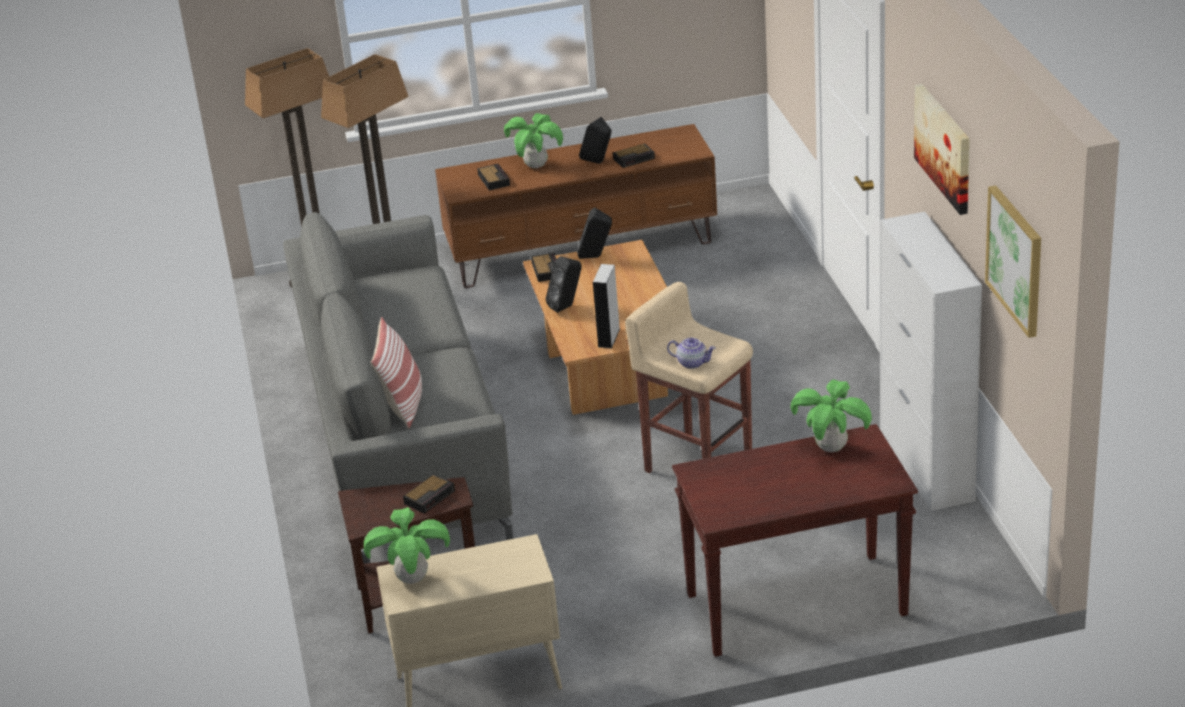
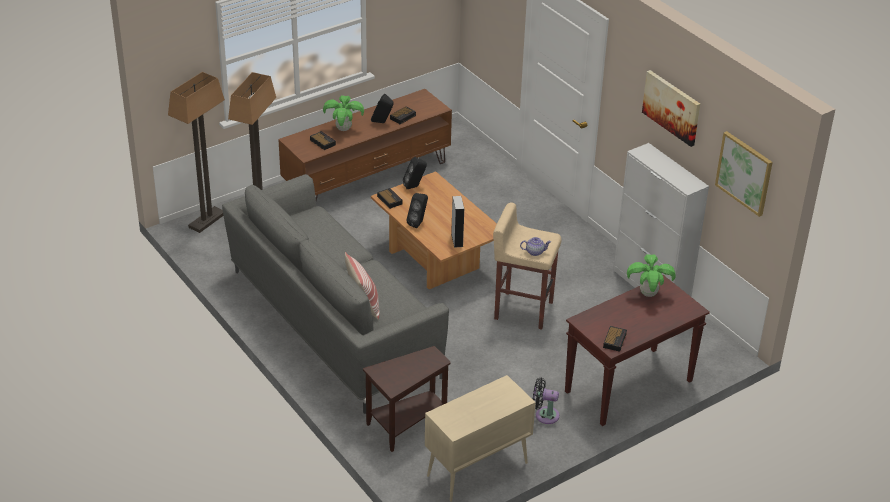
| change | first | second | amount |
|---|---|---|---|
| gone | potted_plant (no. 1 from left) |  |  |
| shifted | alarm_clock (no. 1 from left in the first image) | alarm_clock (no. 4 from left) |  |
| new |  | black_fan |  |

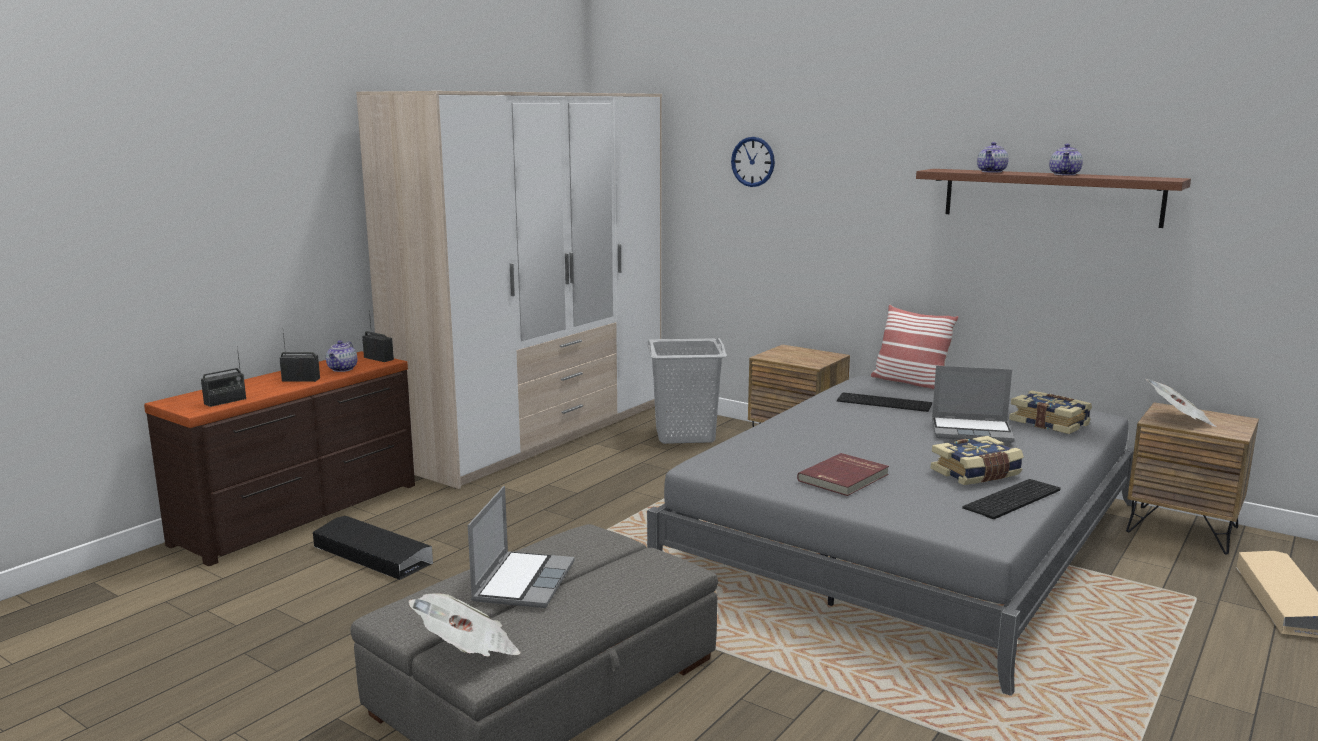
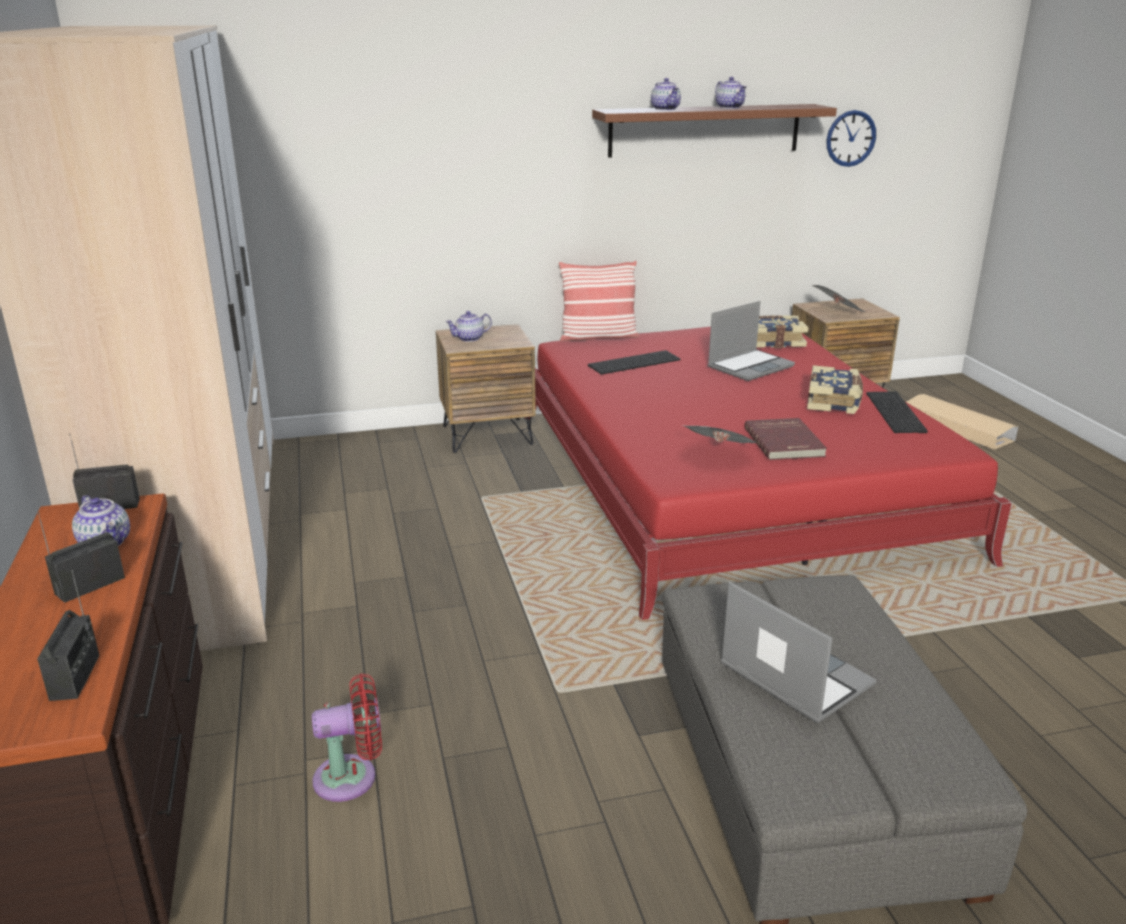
| change | first | second | amount |
|---|---|---|---|
| swapped | black_storage_box | red_fan |  |
| shifted | newspaper (no. 1 from left) |  |  |
| gone | grey_laundry_basket |  |  |
| repainted | grey_bed | red_bed |  |
| shifted | wall_clock |  |  |
| new |  | teapot (no. 2 from left) |  |

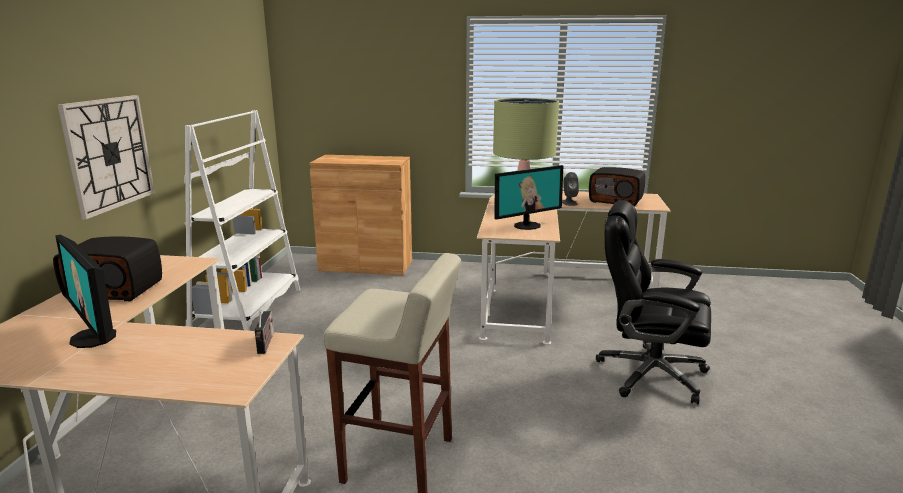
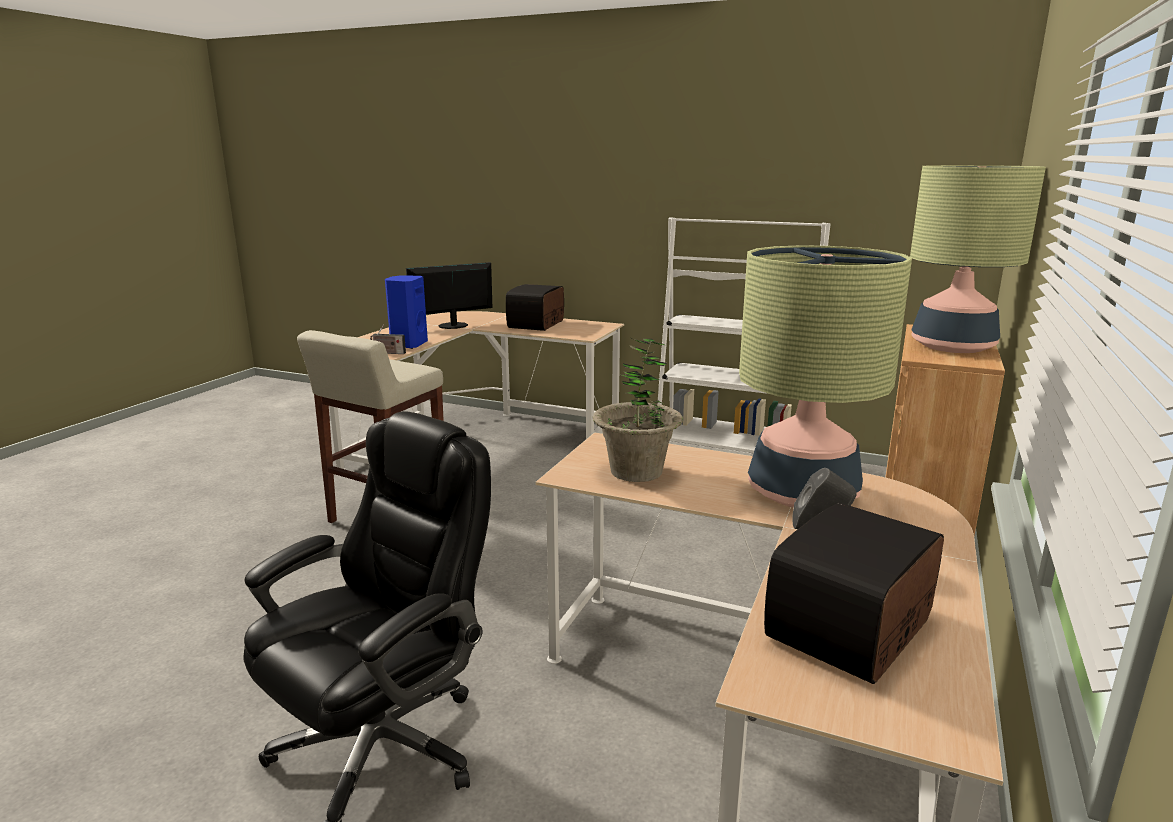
| change | first | second | amount |
|---|---|---|---|
| gone | wall_clock |  |  |
| swapped | monitor (no. 2 from left) | potted_plant |  |
| new |  | blue_speaker |  |
| new |  | table_lamp (no. 2 from left) |  |

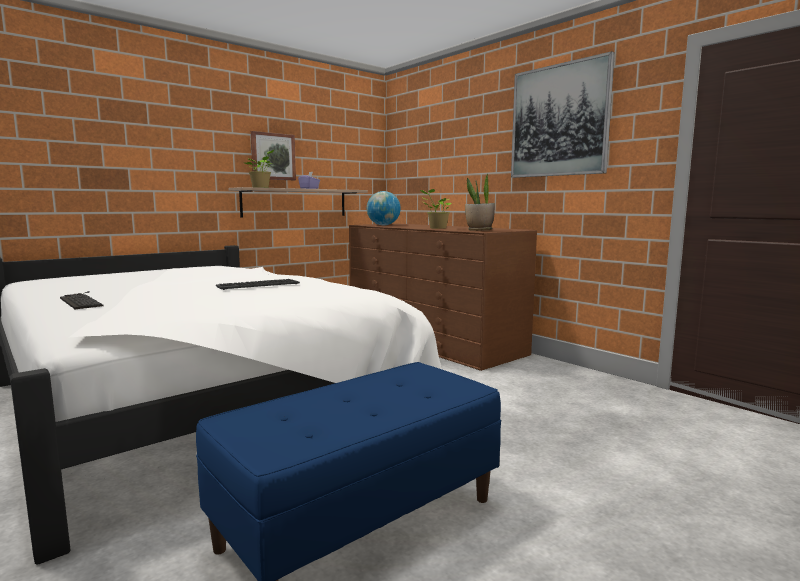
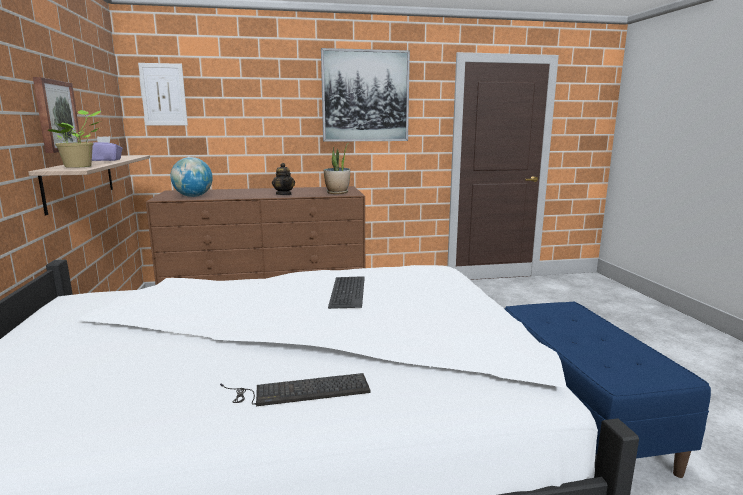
| change | first | second | amount |
|---|---|---|---|
| swapped | potted_plant (no. 2 from left) | teapot |  |
| new |  | picture (no. 2 from left) |  |

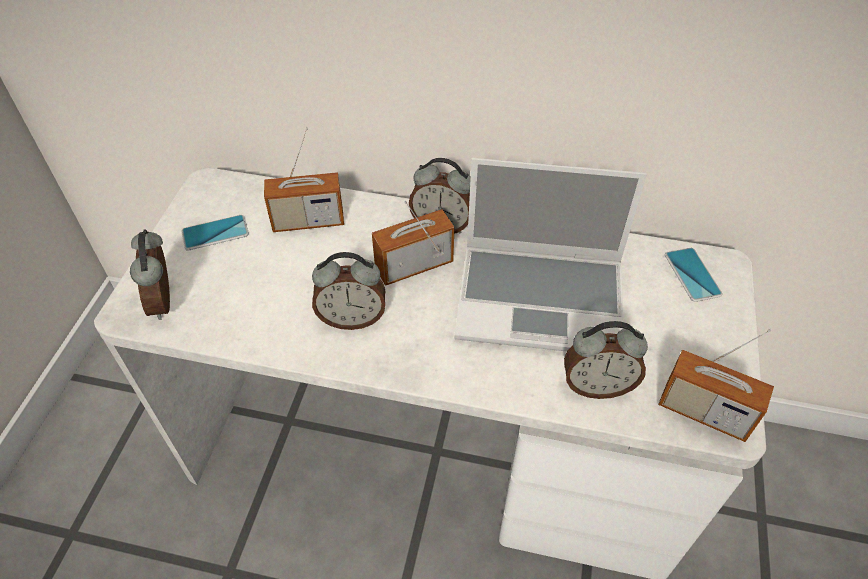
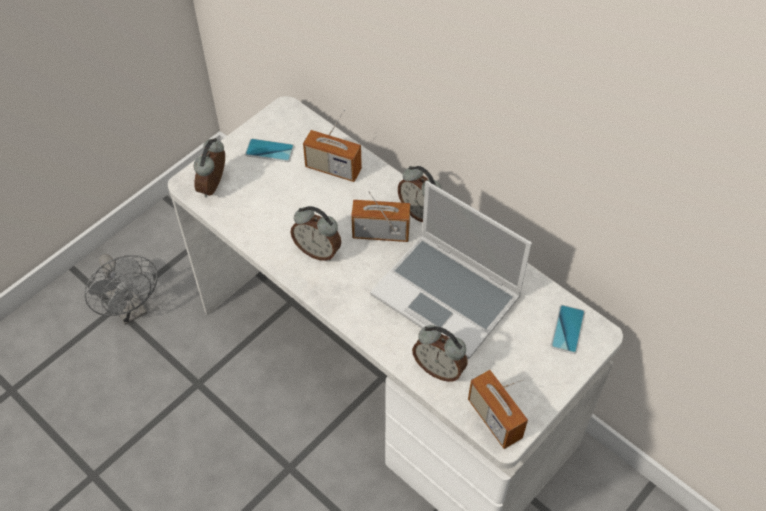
| change | first | second | amount |
|---|---|---|---|
| new |  | grey_fan |  |

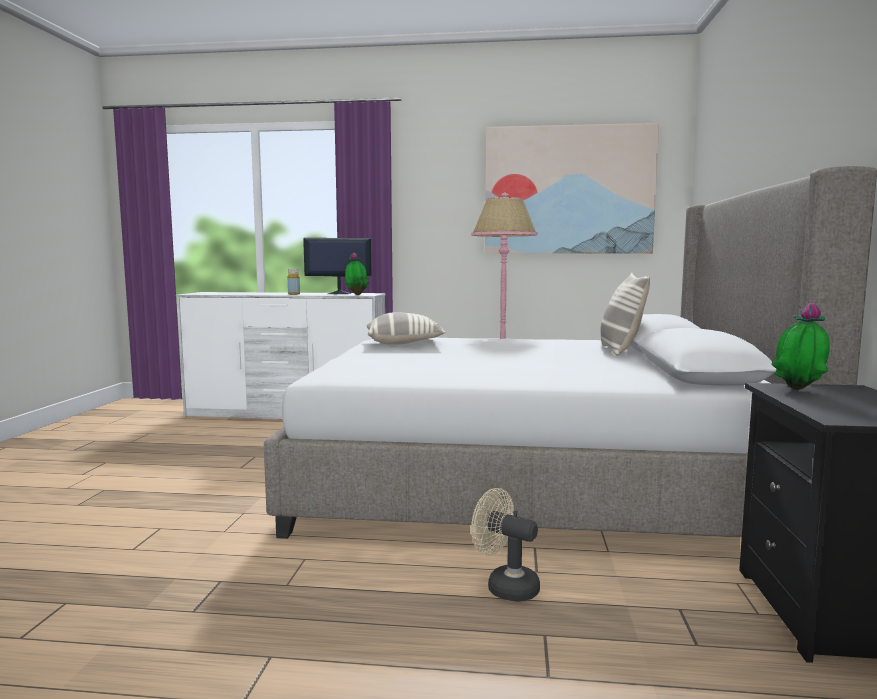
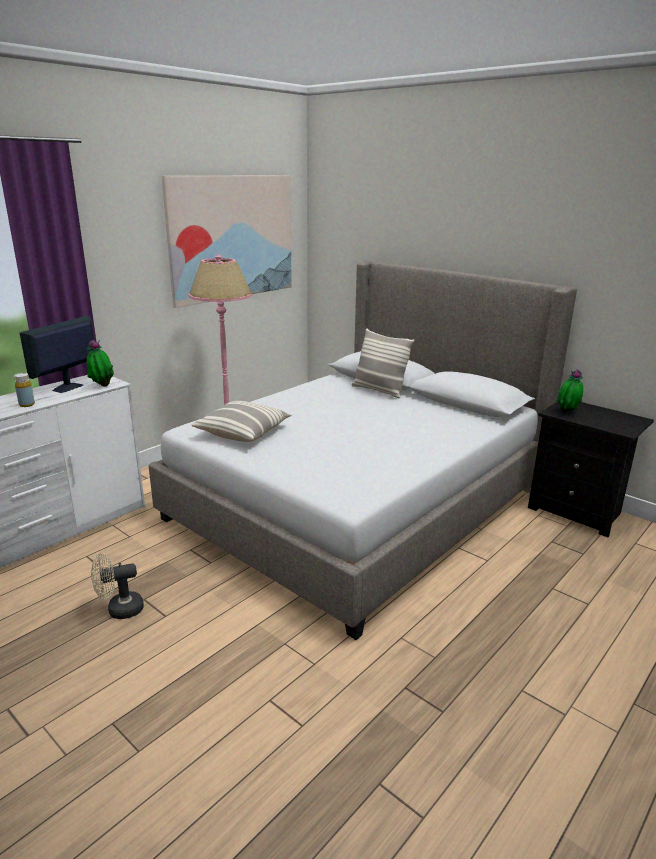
| change | first | second | amount |
|---|---|---|---|
| shifted | beige_fan |  |  |

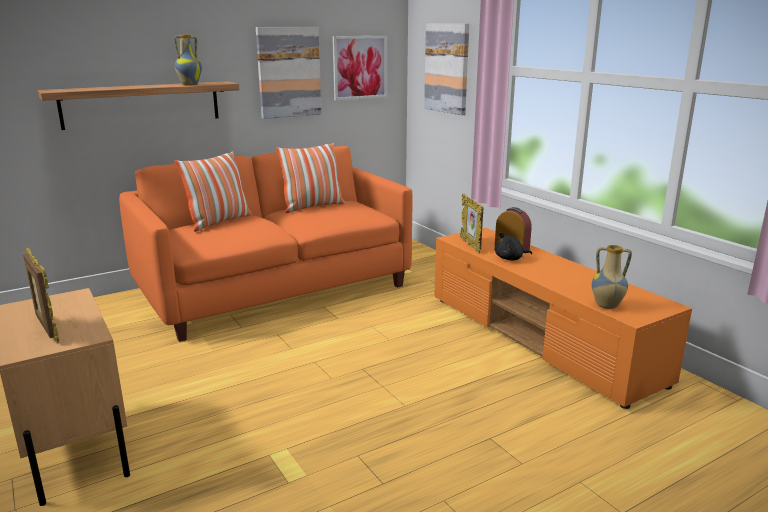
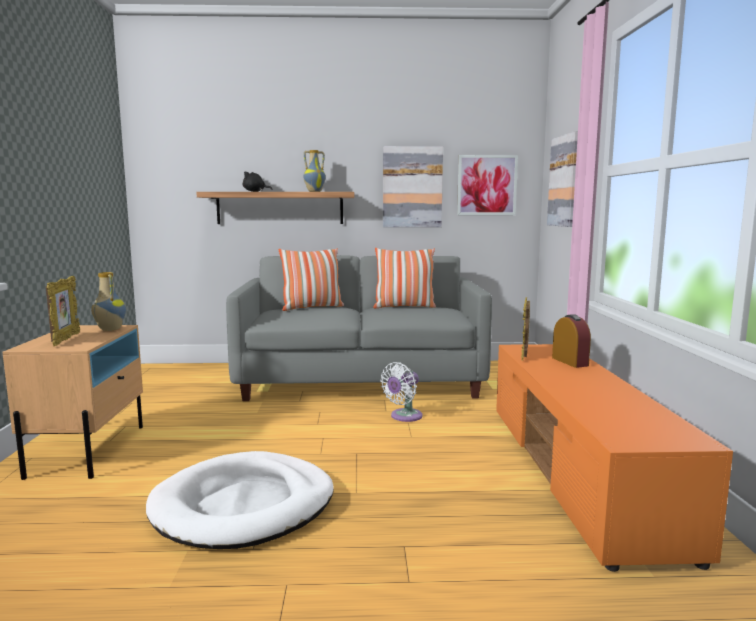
| change | first | second | amount |
|---|---|---|---|
| repainted | orange_sofa | grey_sofa |  |
| shifted | black_plush_toy |  |  |
| shifted | vase (no. 2 from left in the first image) | vase (no. 1 from left) |  |
| new |  | white_dog_bed |  |
| new |  | white_fan |  |

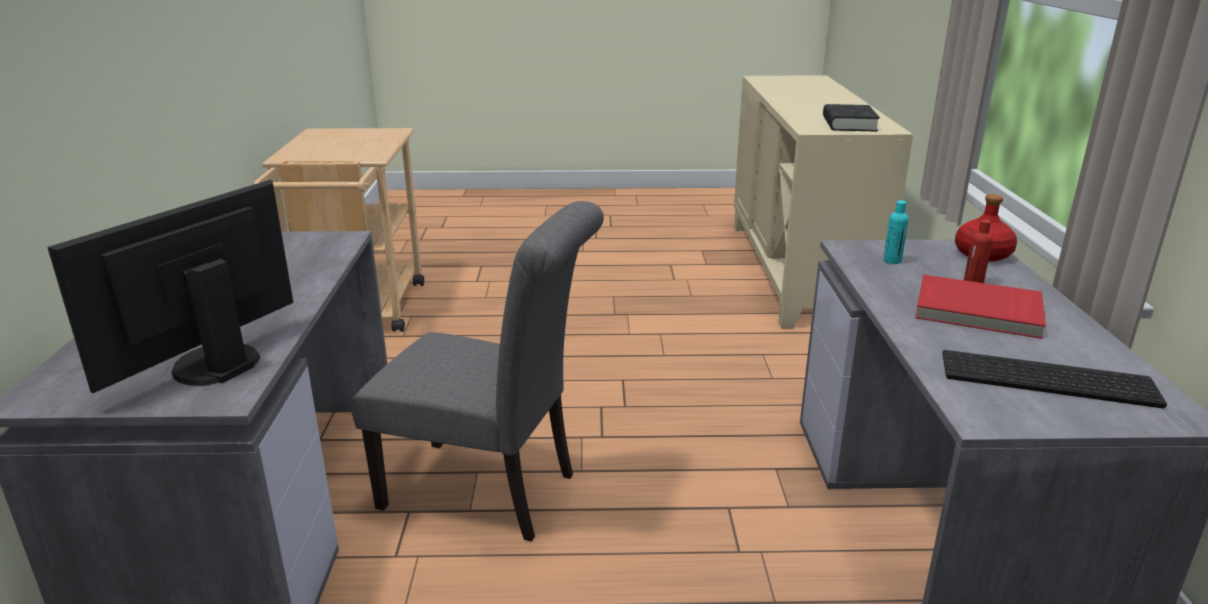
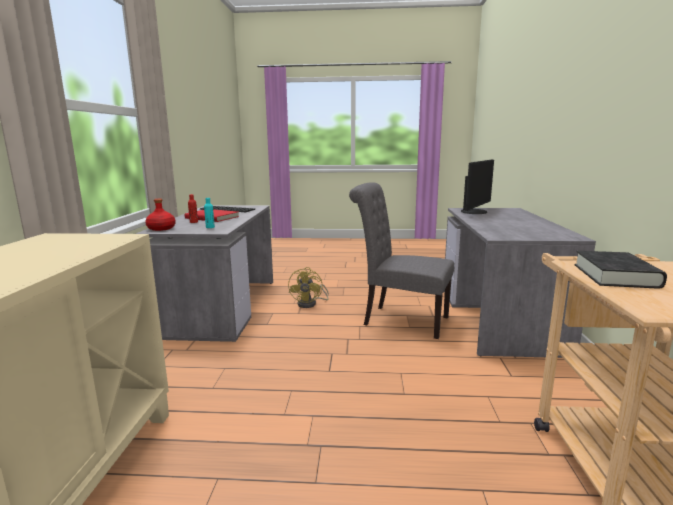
| change | first | second | amount |
|---|---|---|---|
| shifted | black_book |  |  |
| new |  | yellow_fan |  |

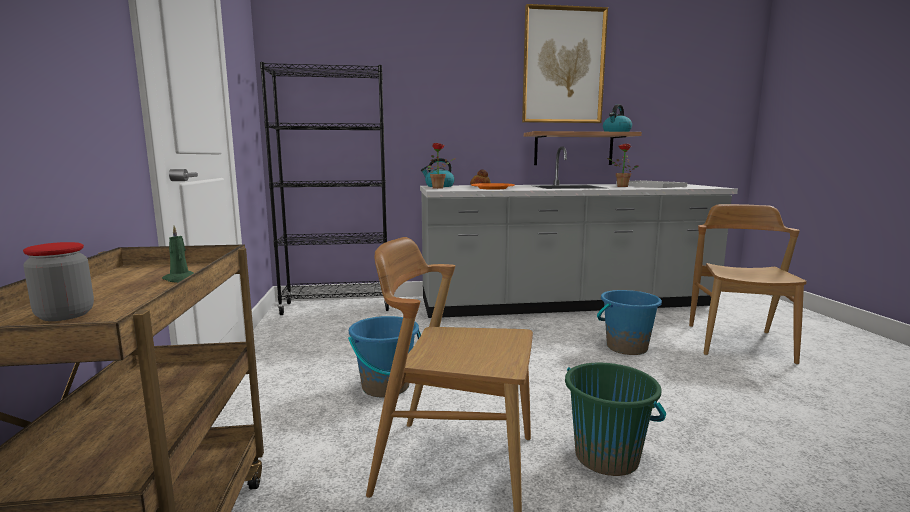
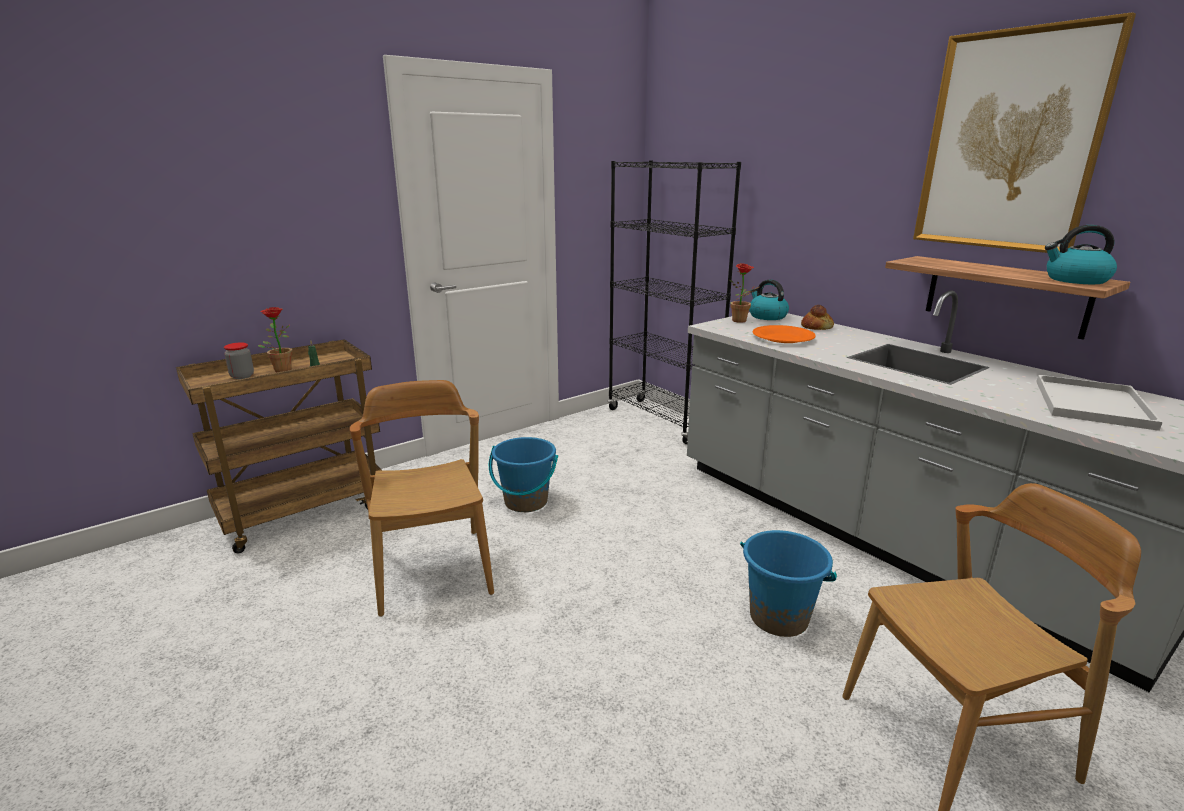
| change | first | second | amount |
|---|---|---|---|
| gone | green_bucket |  |  |
| shifted | potted_plant (no. 2 from left in the first image) | potted_plant (no. 1 from left) |  |

